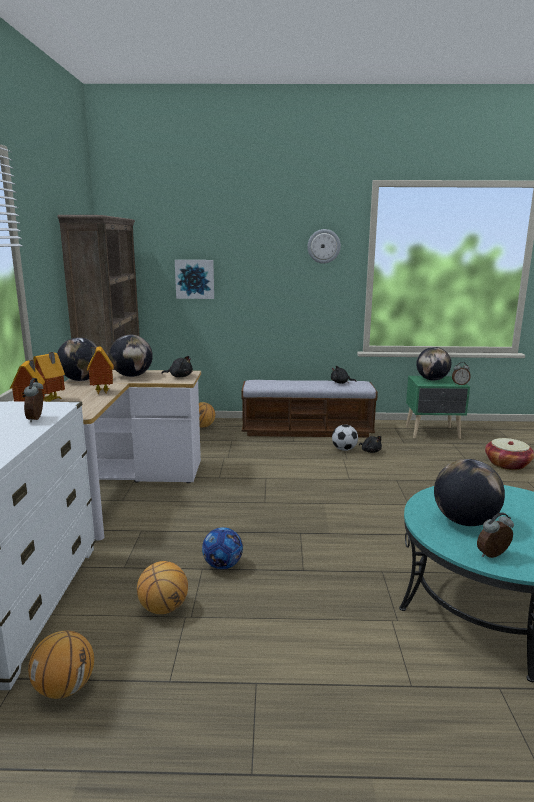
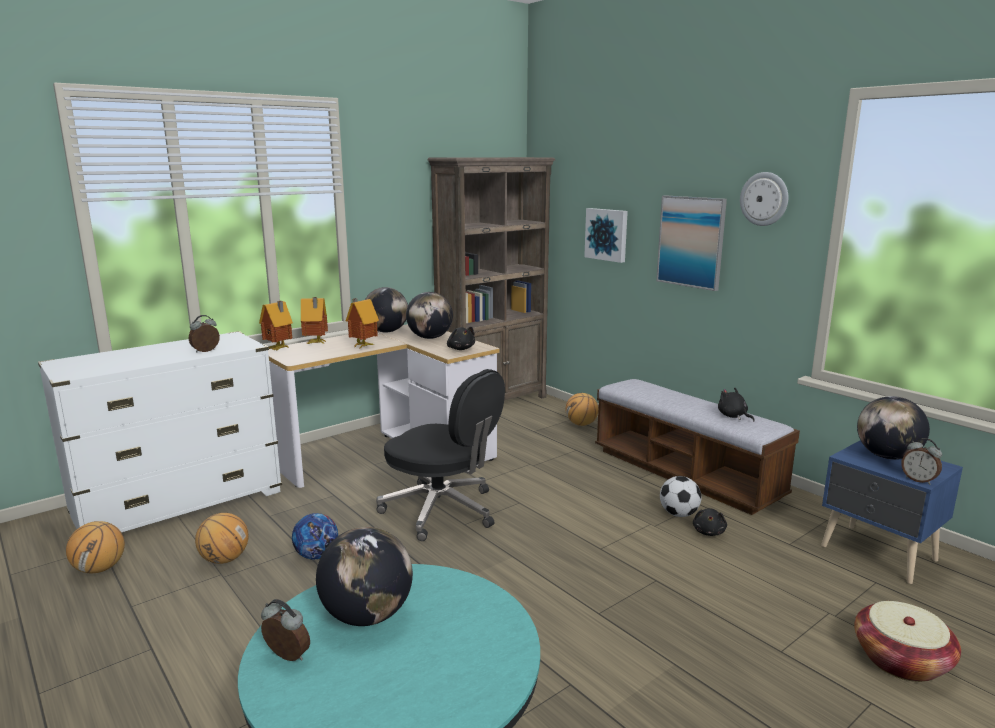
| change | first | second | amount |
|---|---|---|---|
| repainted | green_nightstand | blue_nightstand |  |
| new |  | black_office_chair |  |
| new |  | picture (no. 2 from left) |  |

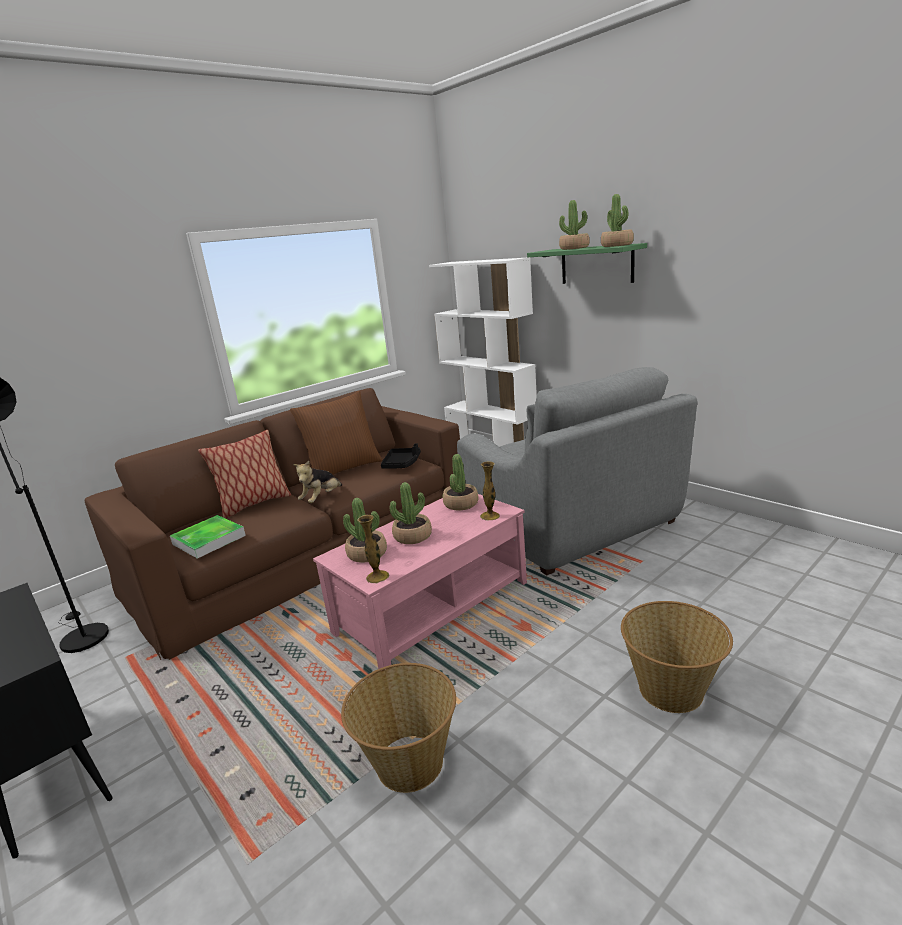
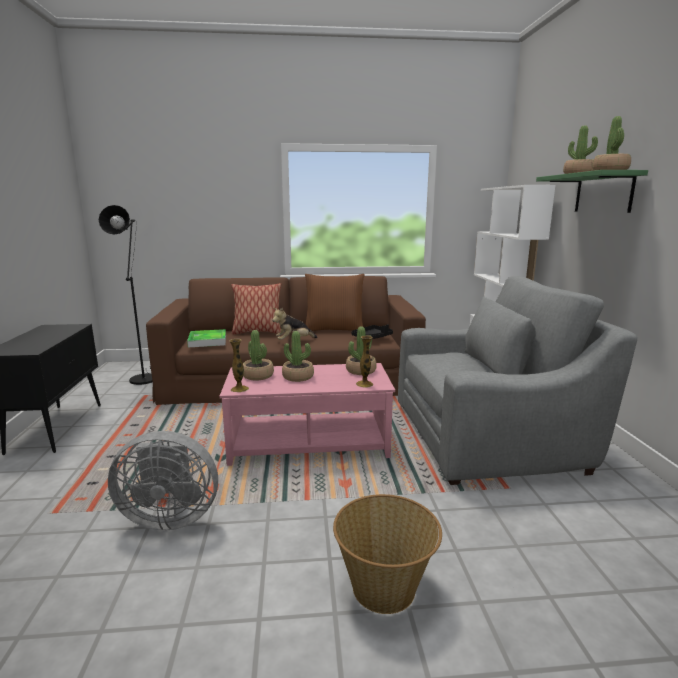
| change | first | second | amount |
|---|---|---|---|
| swapped | basket (no. 1 from left) | grey_fan |  |
| rotated | grey_armchair |  | 105 degrees counterclockwise |

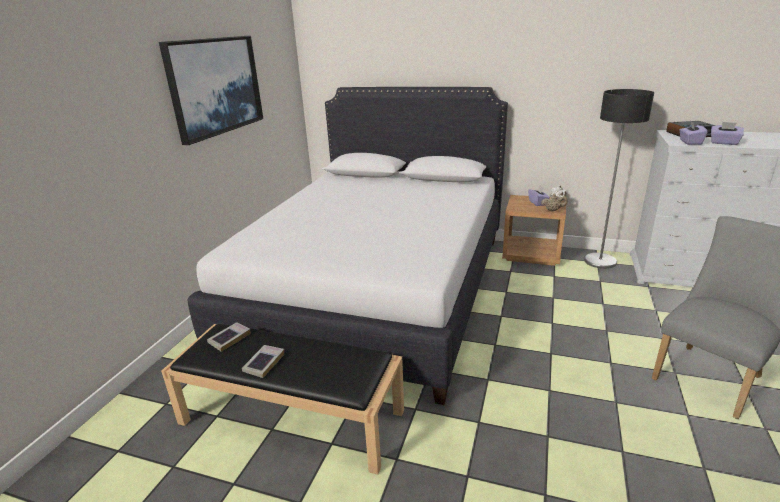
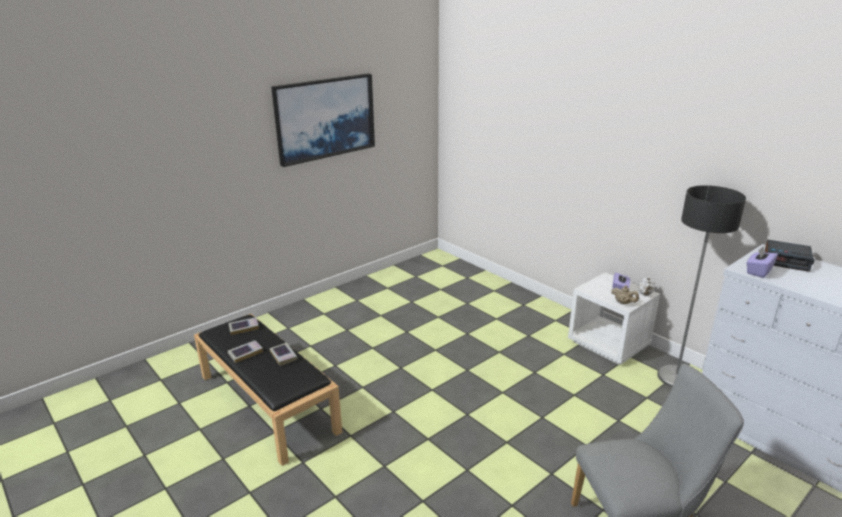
| change | first | second | amount |
|---|---|---|---|
| gone | white_bed |  |  |
| repainted | brown_nightstand | white_nightstand |  |
| gone | purple_tissue_box (no. 3 from left) |  |  |
| new |  | book (no. 3 from left) |  |

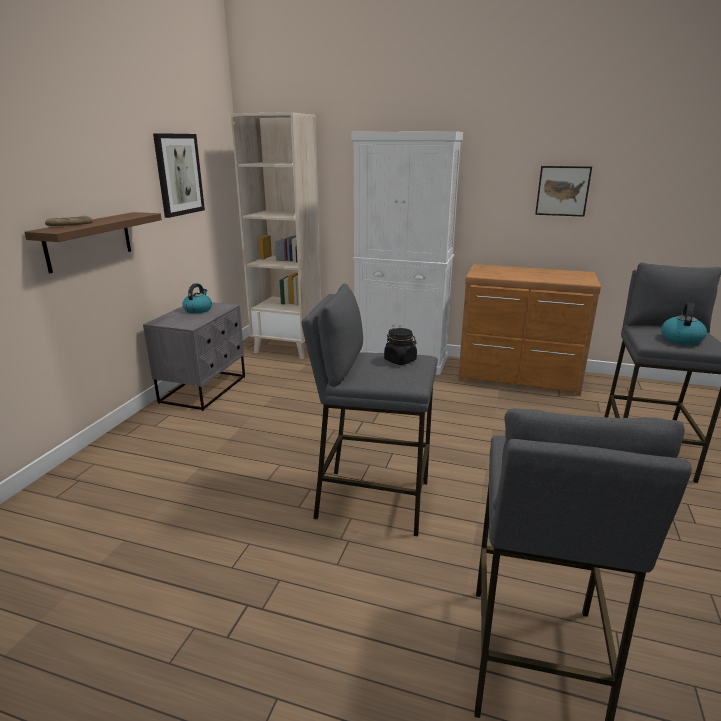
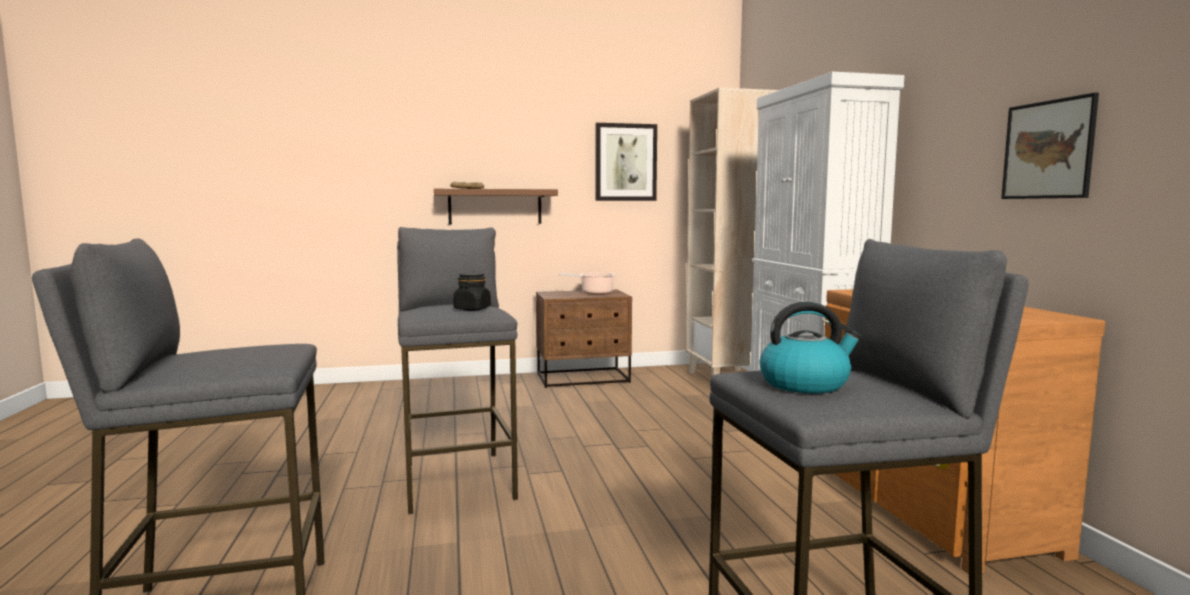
| change | first | second | amount |
|---|---|---|---|
| repainted | grey_nightstand | brown_nightstand |  |
| swapped | kettle (no. 1 from left) | cooking_pot |  |

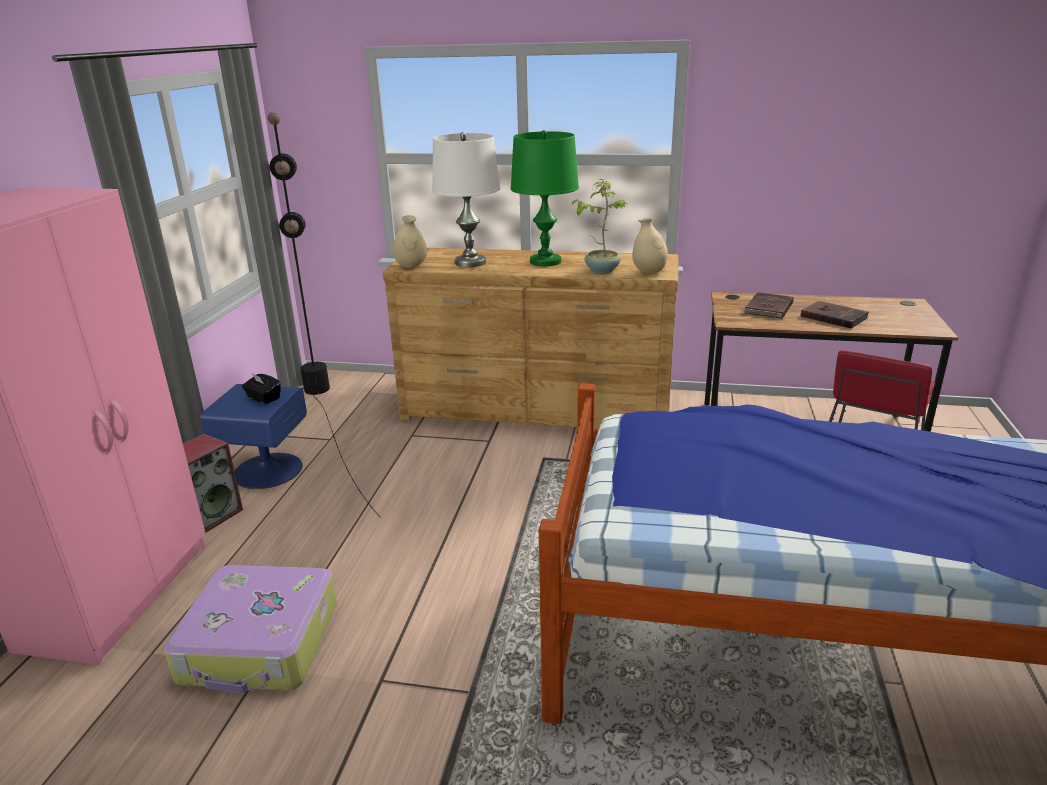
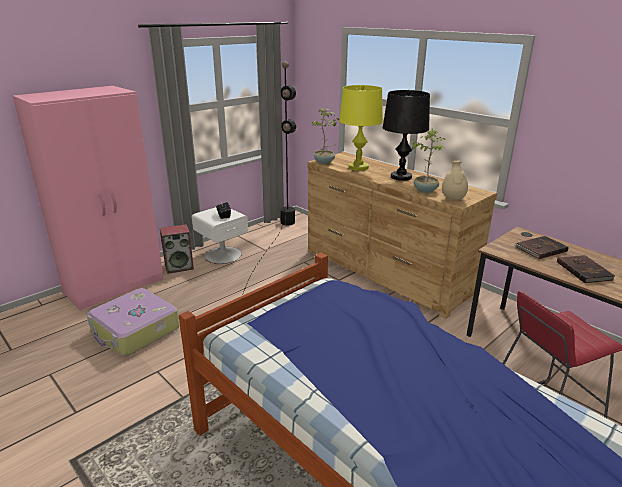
| change | first | second | amount |
|---|---|---|---|
| repainted | blue_nightstand | white_nightstand |  |
| swapped | beige_vase (no. 1 from left) | potted_plant (no. 1 from left) |  |
| repainted | white_table_lamp | yellow_table_lamp |  |
| repainted | green_table_lamp | black_table_lamp |  |

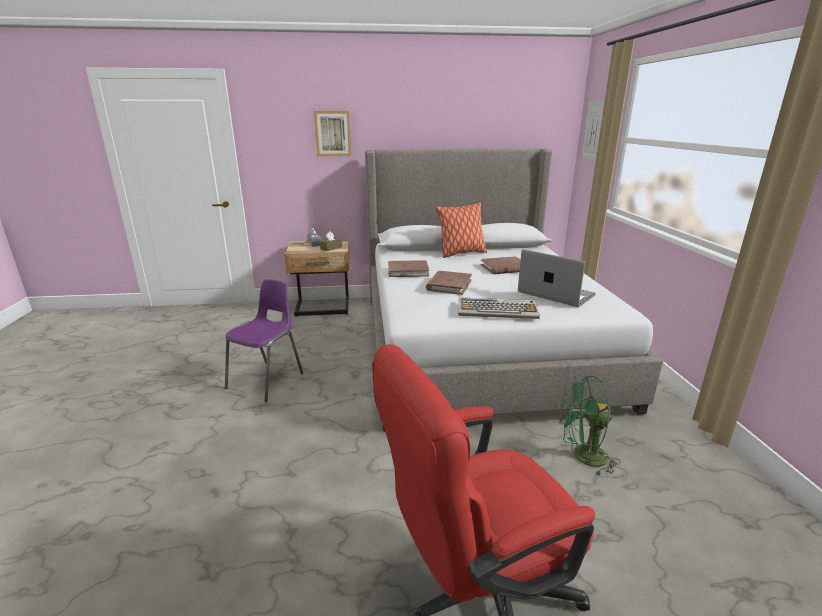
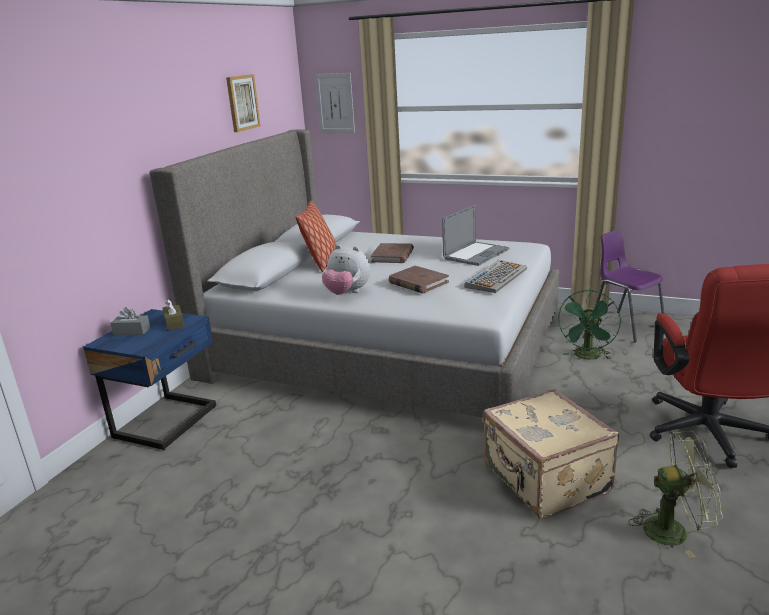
| change | first | second | amount |
|---|---|---|---|
| shifted | purple_chair |  |  |
| repainted | beige_nightstand | blue_nightstand |  |
| shifted | picture (no. 1 from left) |  |  |
| swapped | brown_book (no. 1 from left) | plush_toy |  |
| rotated | laptop |  | 150 degrees clockwise |
| new |  | beige_suitcase |  |
| new |  | green_fan (no. 2 from left) |  |

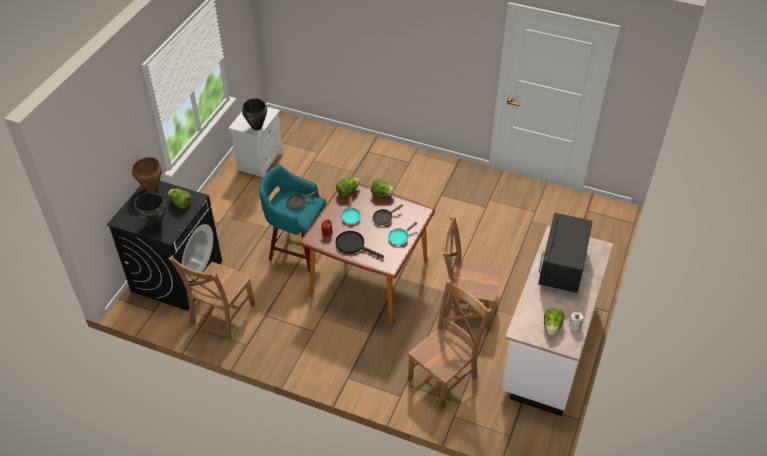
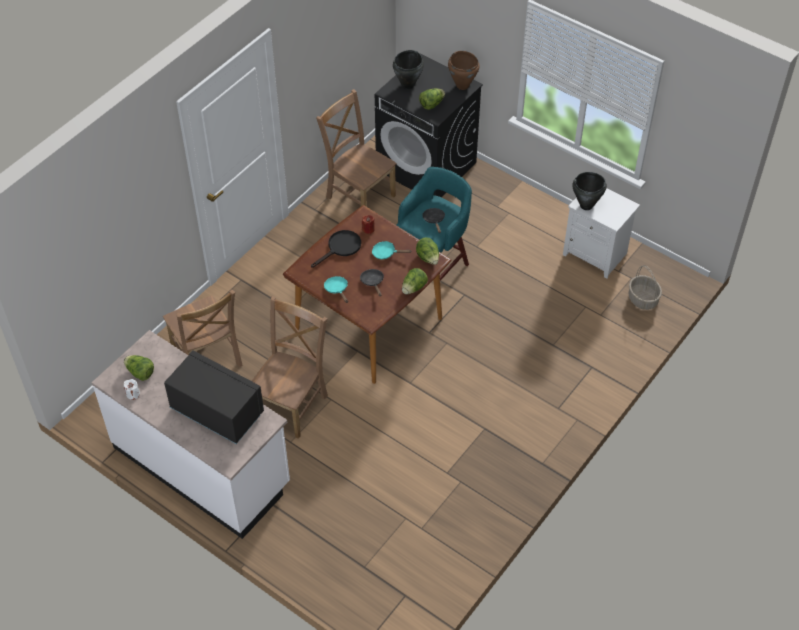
| change | first | second | amount |
|---|---|---|---|
| new |  | basket |  |

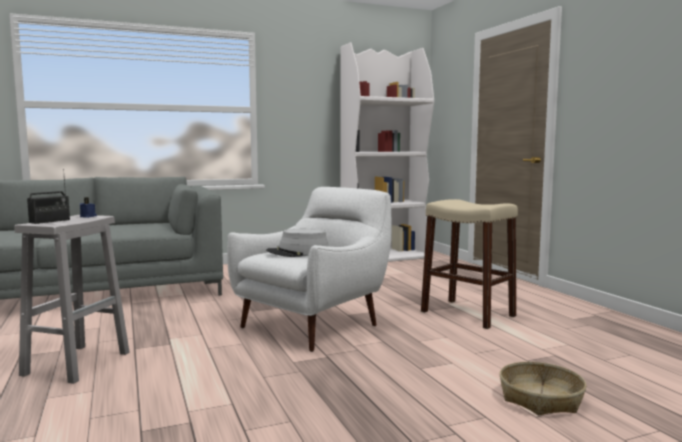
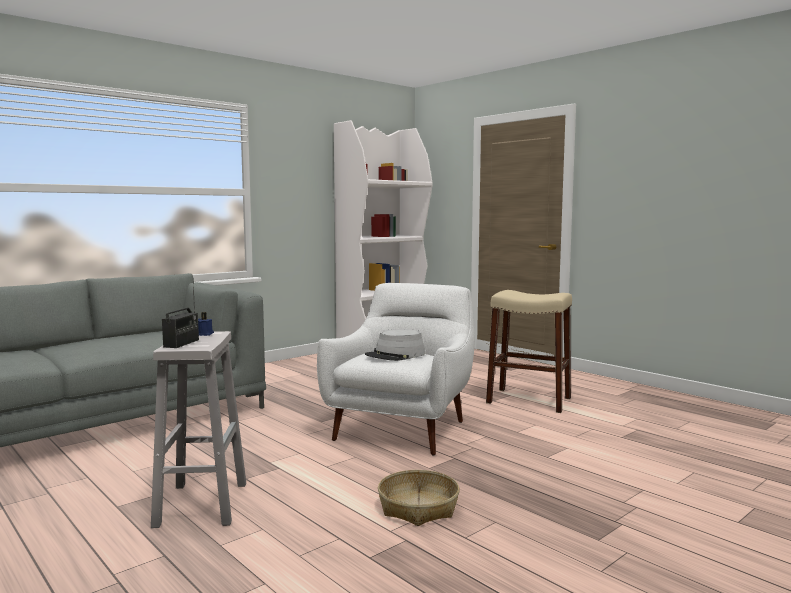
| change | first | second | amount |
|---|---|---|---|
| shifted | basket |  |  |

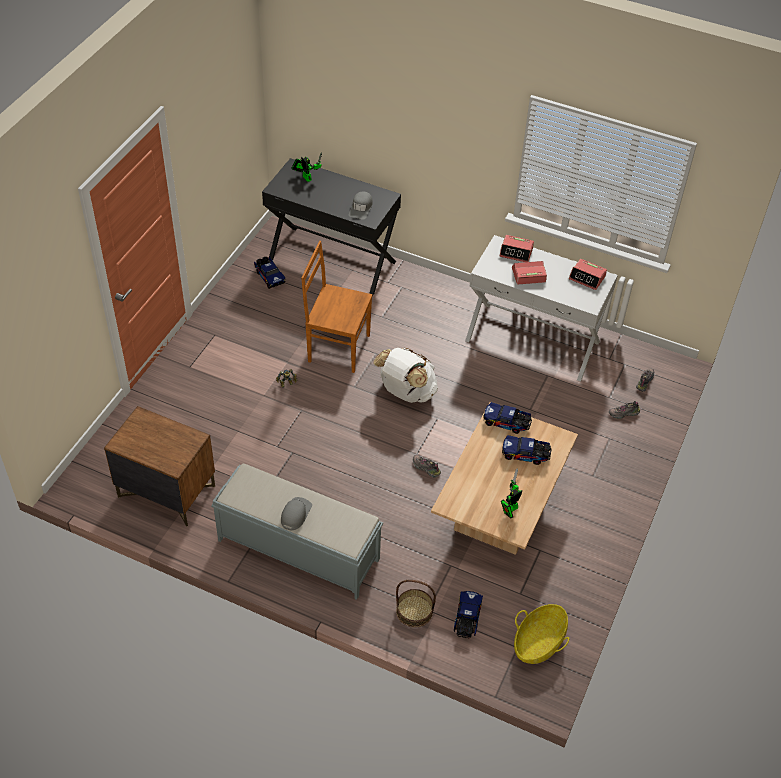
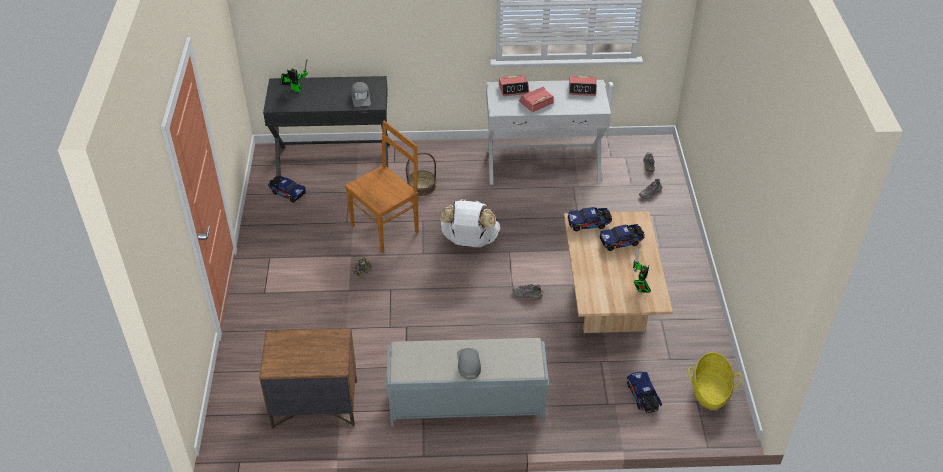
| change | first | second | amount |
|---|---|---|---|
| rotated | brown_chair |  | 150 degrees clockwise |
| shifted | basket (no. 1 from left) |  |  |

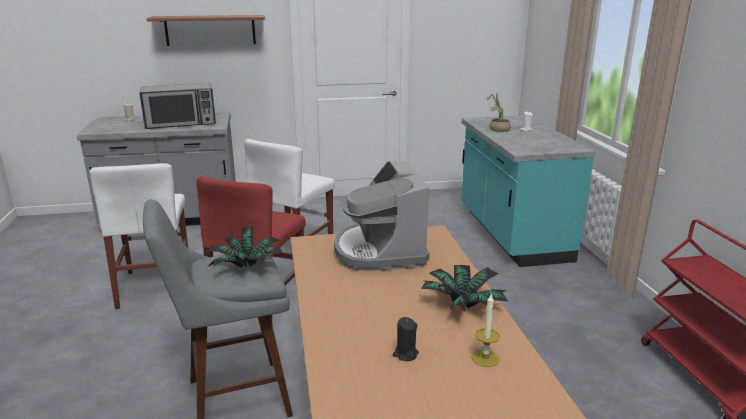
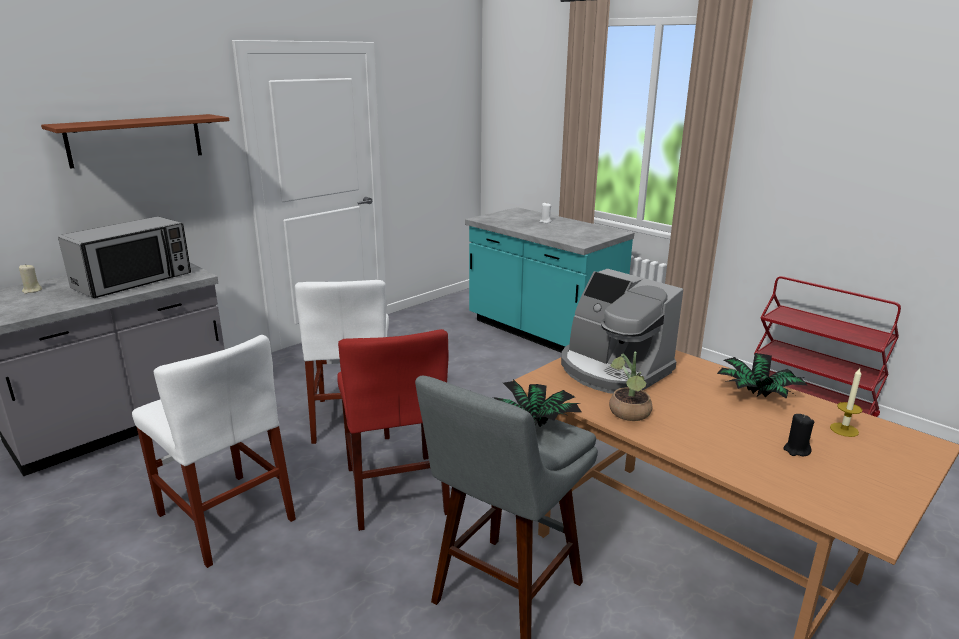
| change | first | second | amount |
|---|---|---|---|
| shifted | potted_plant (no. 3 from left in the first image) | potted_plant (no. 2 from left) |  |

